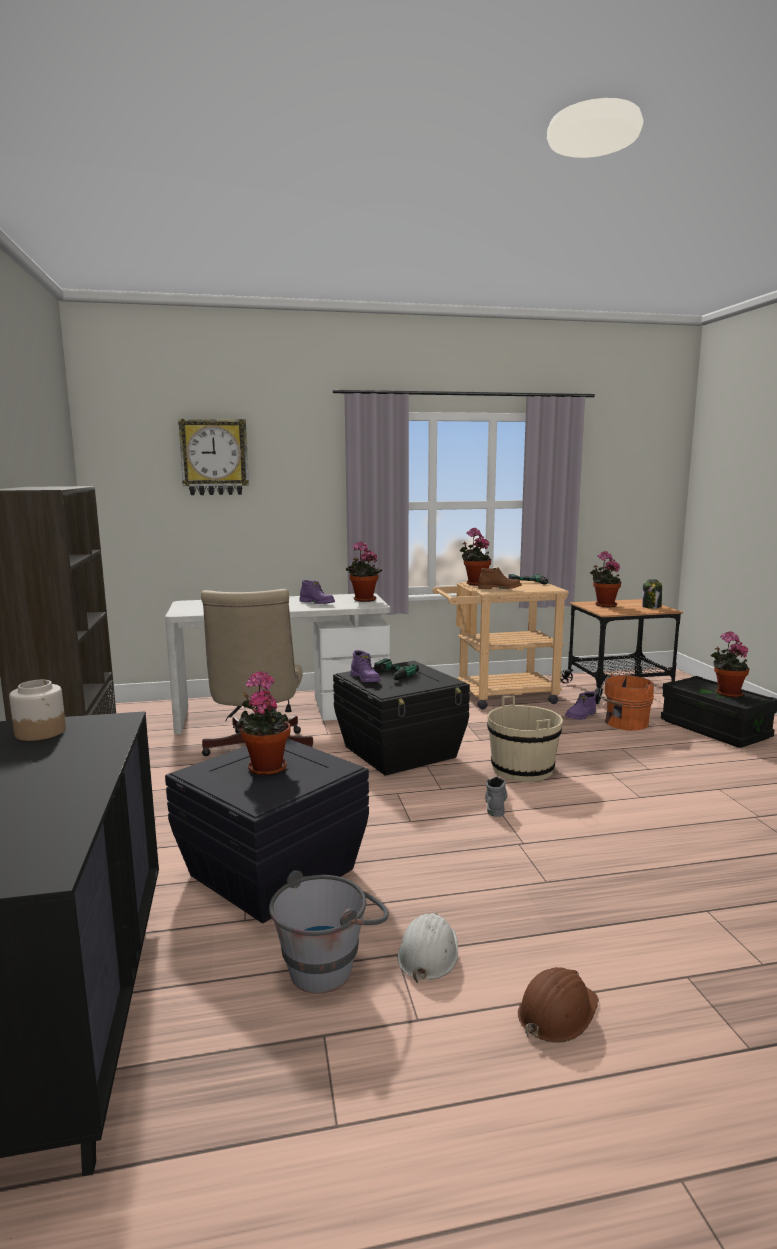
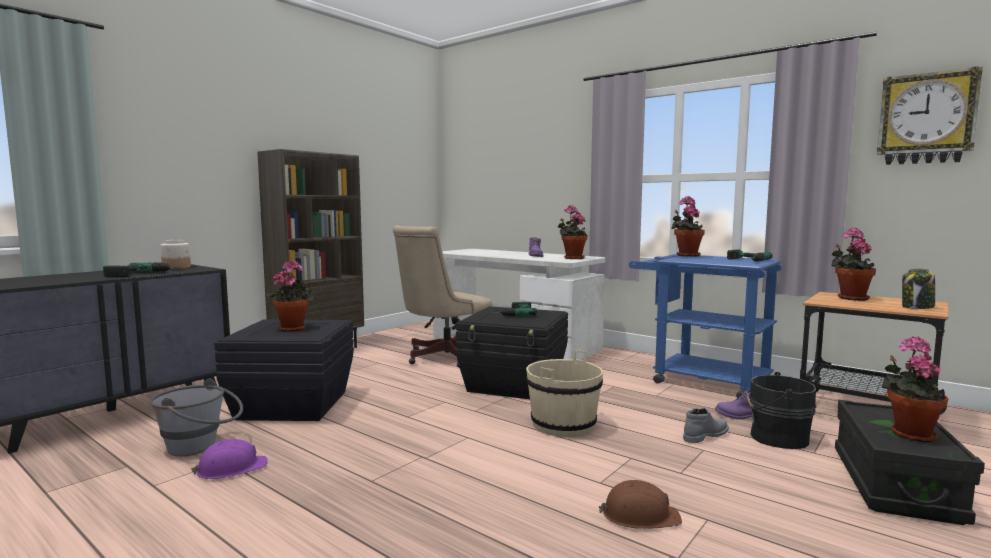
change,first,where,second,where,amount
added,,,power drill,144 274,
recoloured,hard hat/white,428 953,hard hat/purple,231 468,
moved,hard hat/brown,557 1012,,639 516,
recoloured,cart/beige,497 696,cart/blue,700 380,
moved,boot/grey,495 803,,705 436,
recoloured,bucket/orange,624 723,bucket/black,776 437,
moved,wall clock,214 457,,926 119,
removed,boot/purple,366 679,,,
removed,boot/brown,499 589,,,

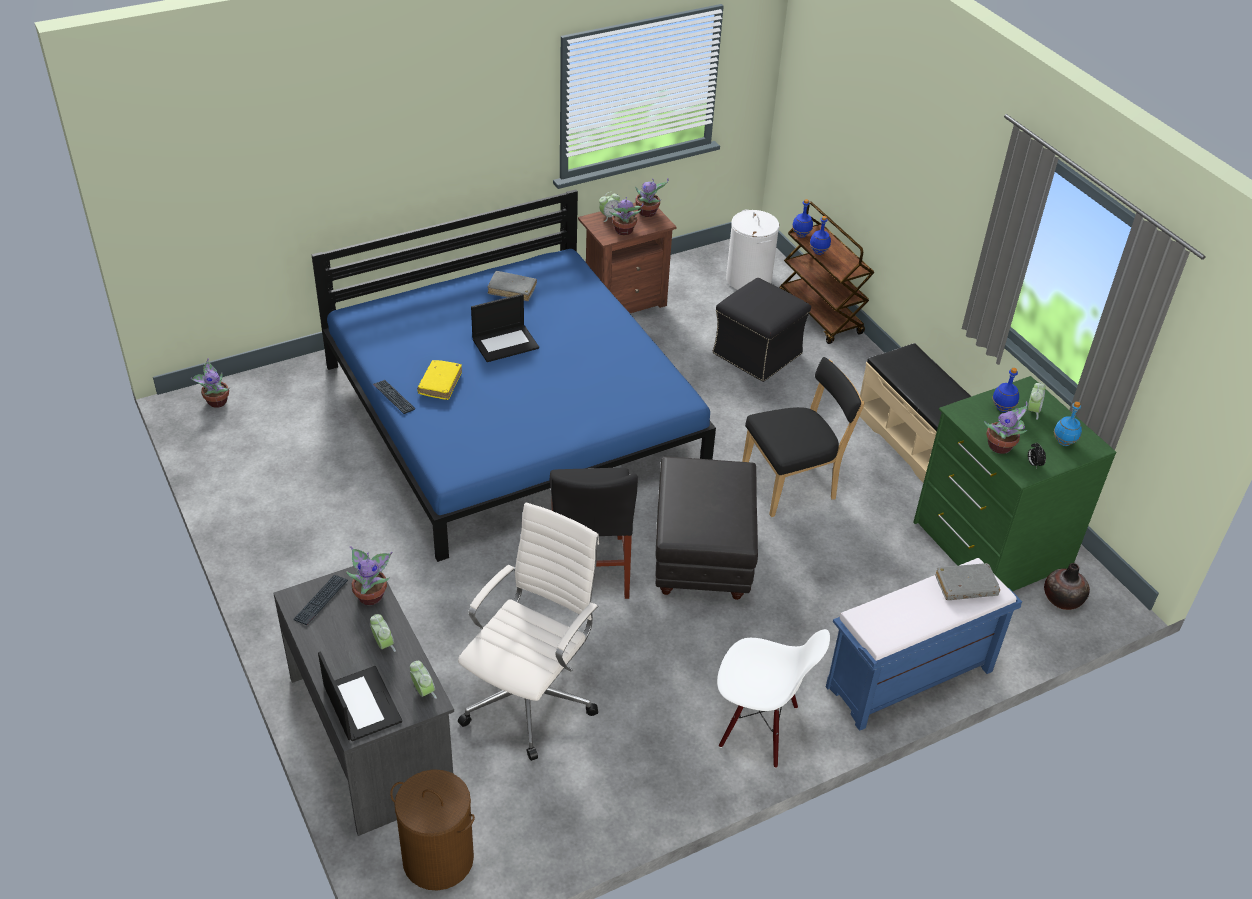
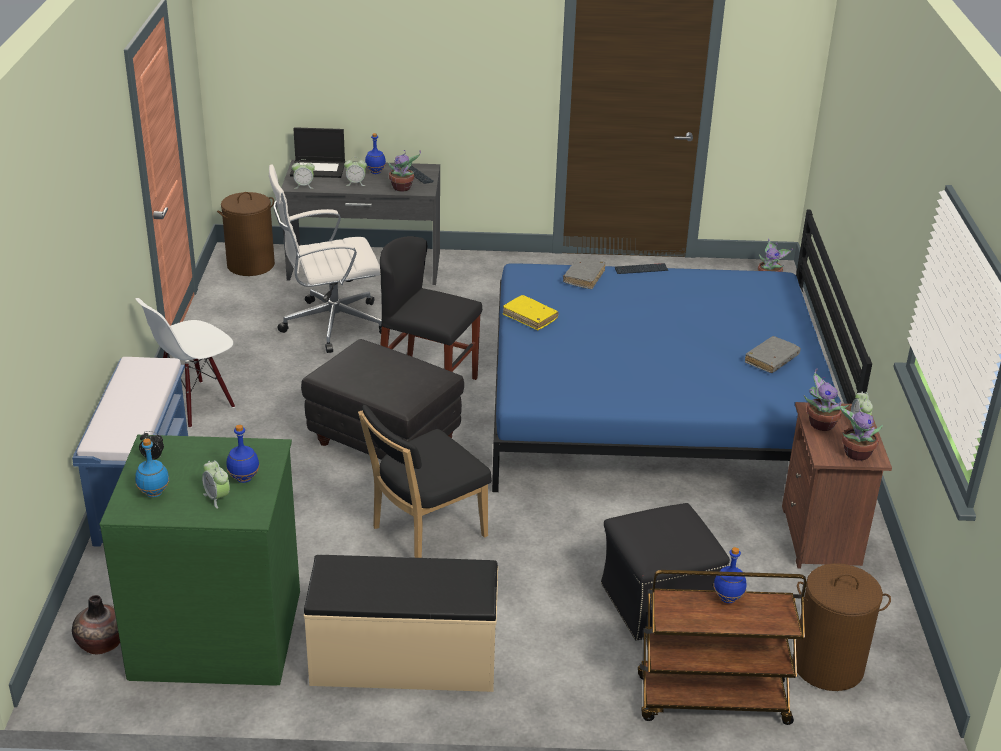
change,first,where,second,where,amount
turned,office chair/white,531 697,,330 324,105 degrees clockwise
turned,chair/black,793 485,,424 533,45 degrees clockwise
moved,bottle/blue,801 235,,375 172,
moved,book/yellow,440 384,,530 317,
moved,book/grey,965 586,,584 277,
recoloured,laundry basket/white,748 279,laundry basket/brown,827 666,
removed,laptop,505 343,,,
removed,potted plant,1001 447,,,

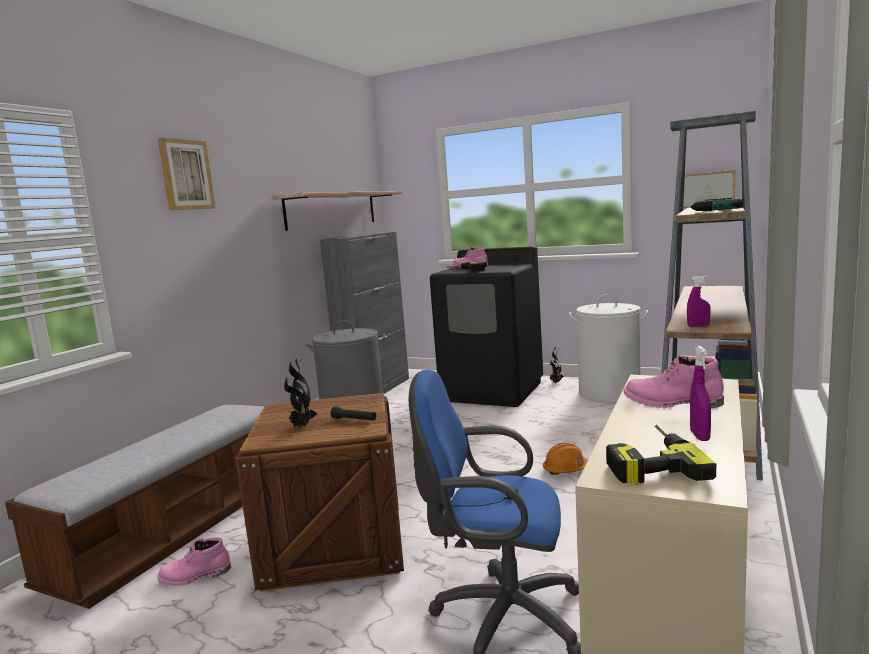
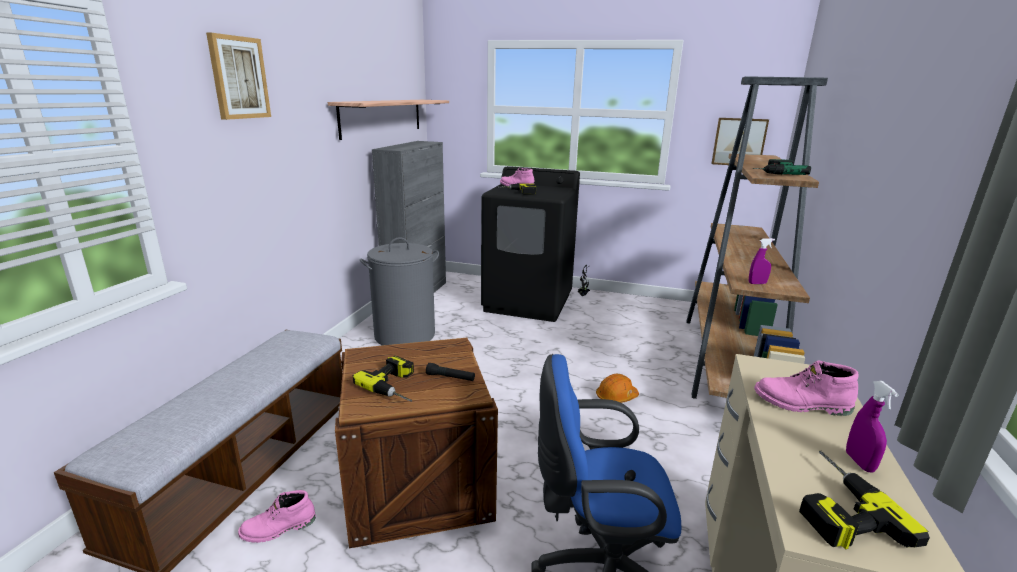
change,first,where,second,where,amount
replaced,potted plant,302 426,power drill,397 386,
removed,laundry basket/white,609 393,,,

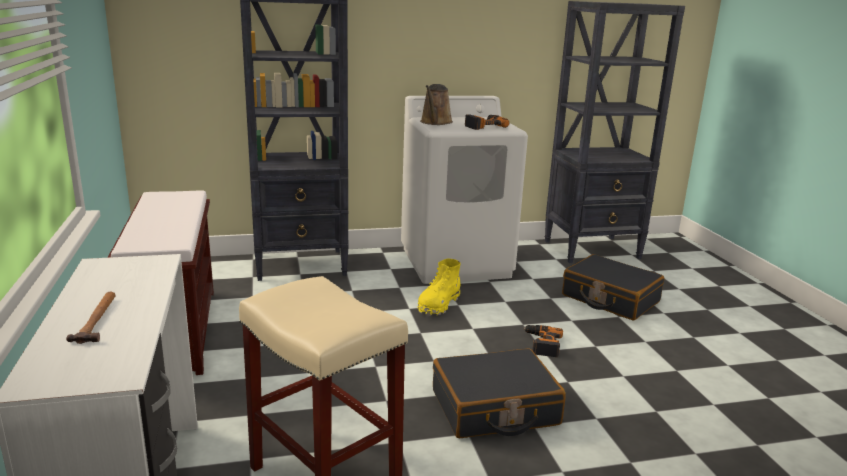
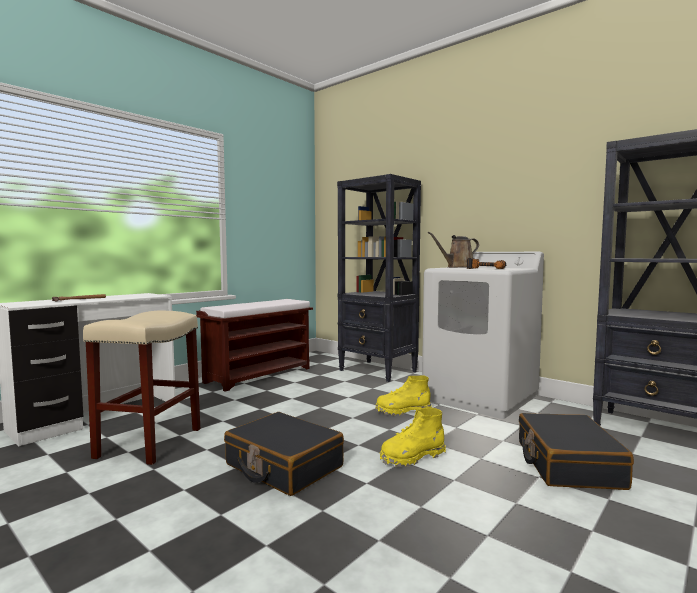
change,first,where,second,where,amount
replaced,power drill,541 344,boot/yellow,412 457,

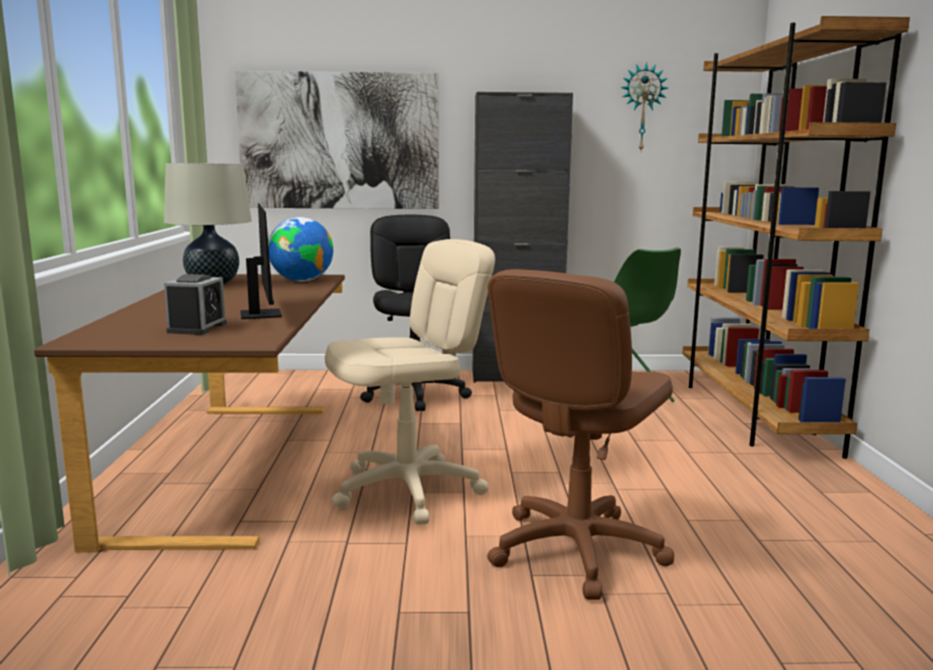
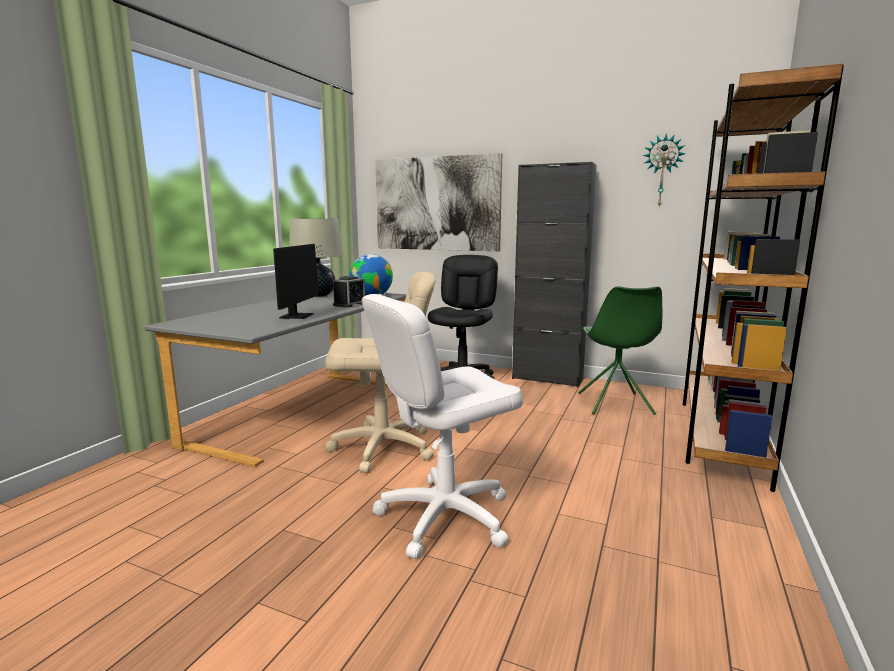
change,first,where,second,where,amount
recoloured,desk/brown,237 465,desk/grey,306 412,
moved,alarm clock,197 328,,350 304,
recoloured,office chair/brown,575 550,office chair/white,444 516,

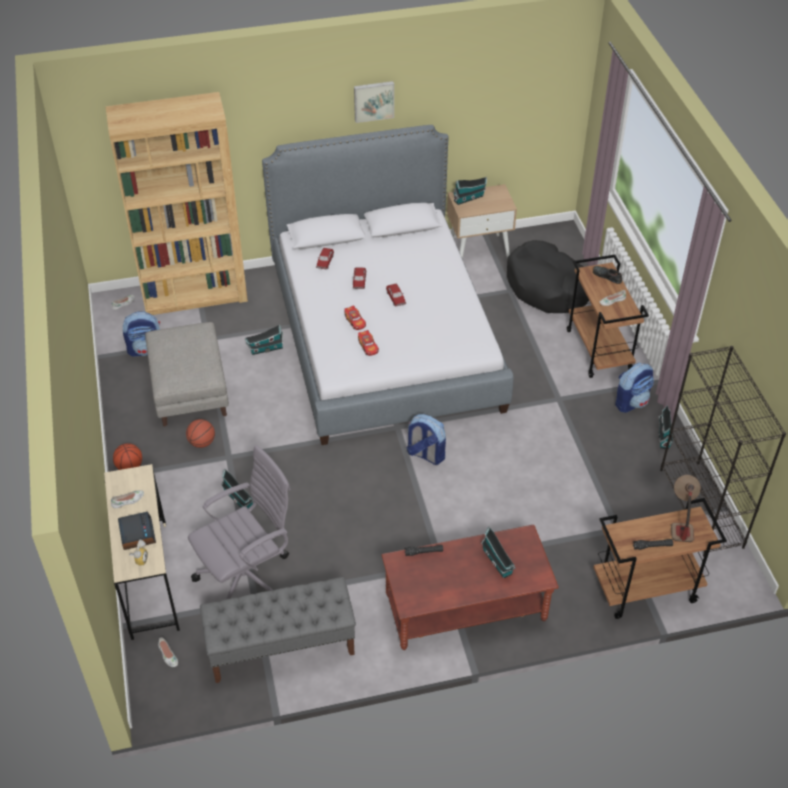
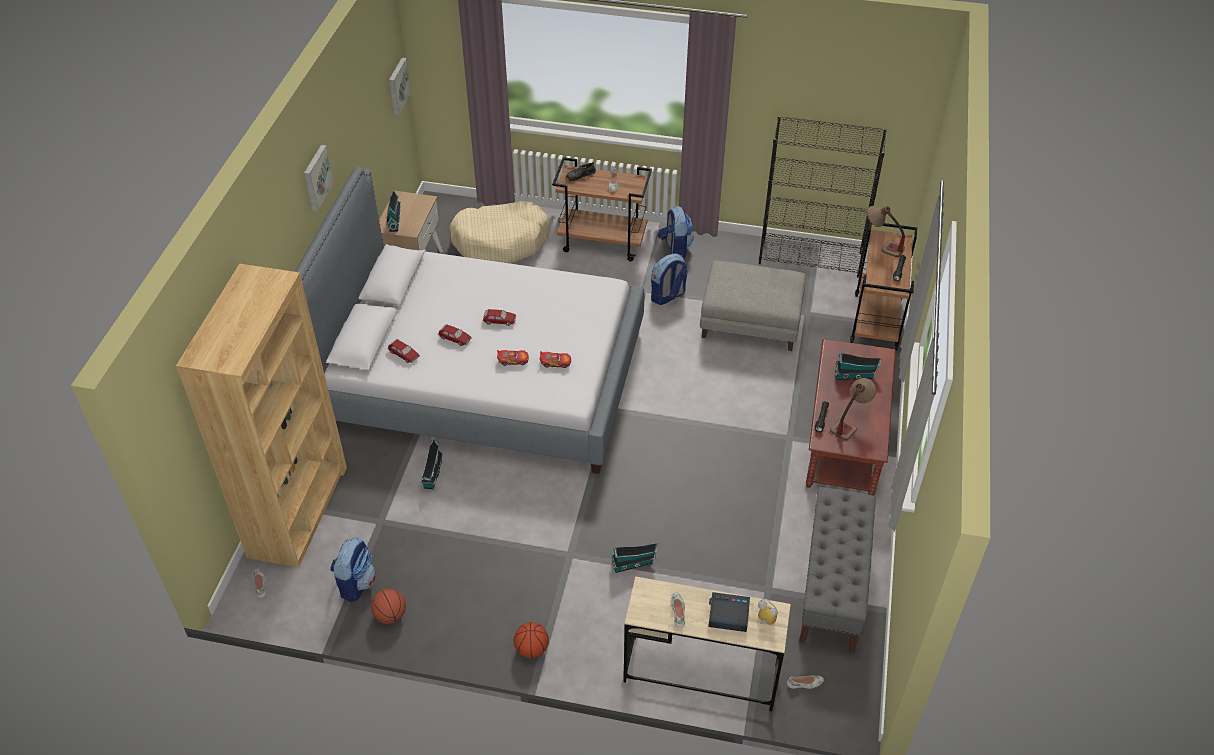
change,first,where,second,where,amount
moved,basketball,202 443,,390 615,
added,,,picture,397 85,
recoloured,dog bed/black,548 287,dog bed/beige,501 241,
moved,backpack,425 454,,667 296,
moved,ottoman/grey,190 390,,751 323,
added,,,table lamp,850 422,
removed,office chair/grey,248 578,,,
removed,toy house,664 435,,,

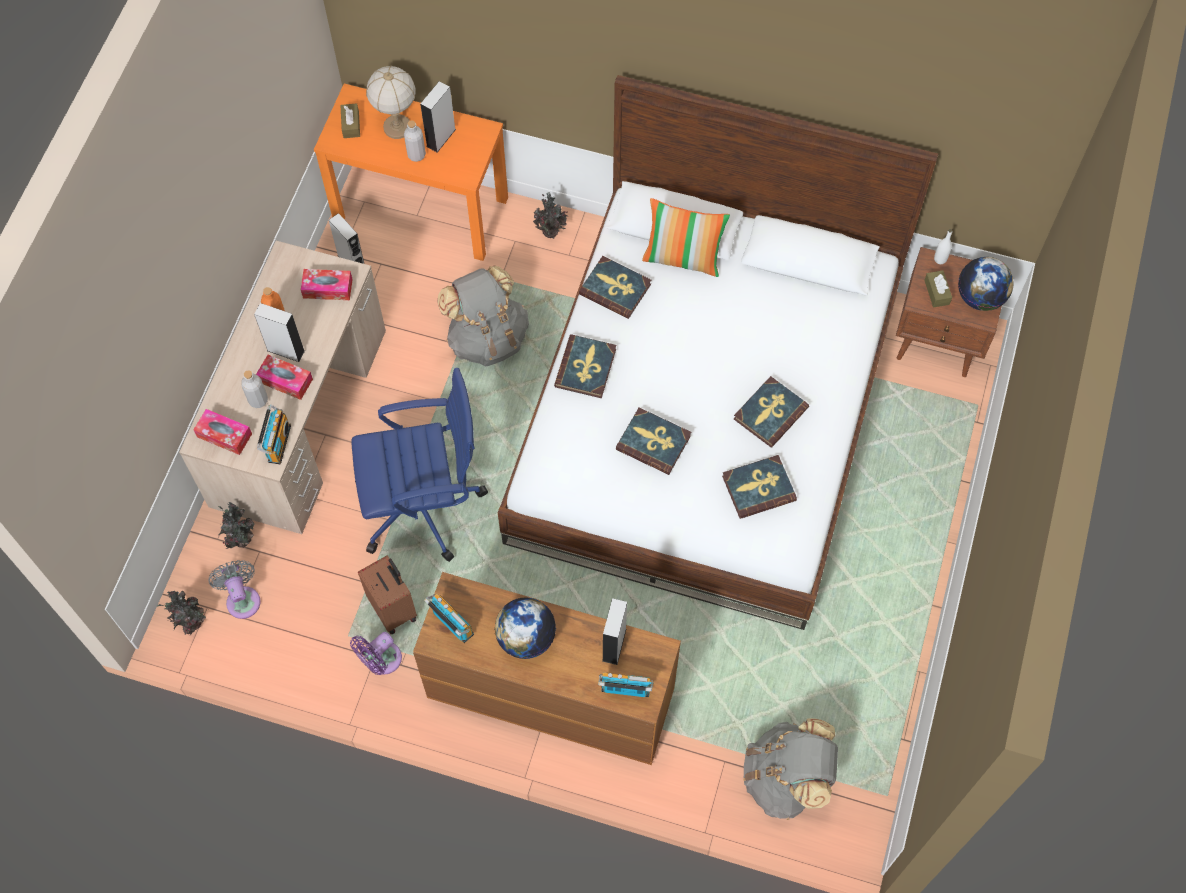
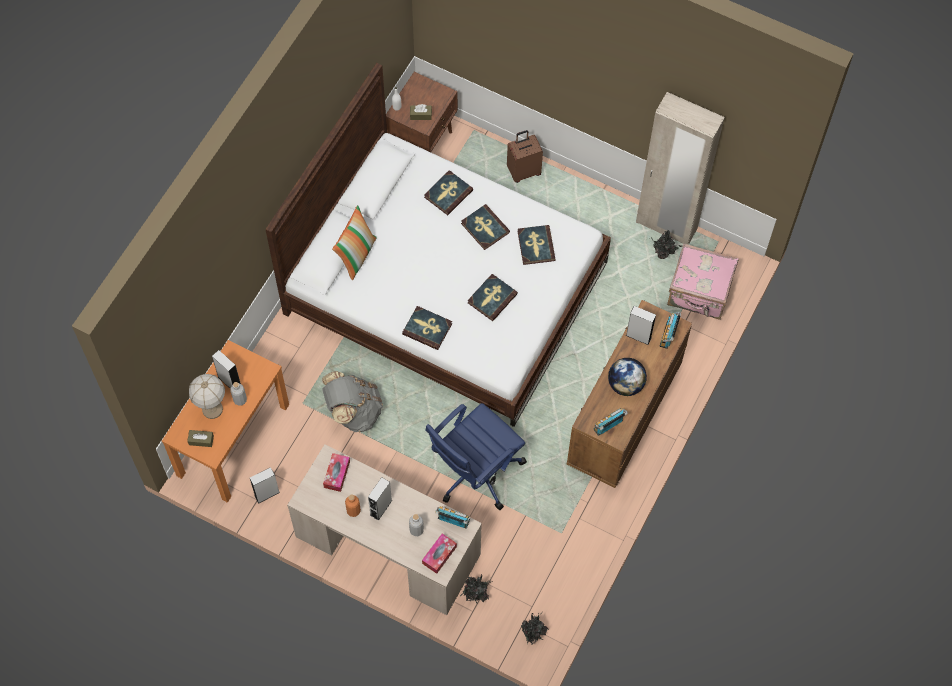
change,first,where,second,where,amount
moved,book,615 289,,448 194,
turned,office chair/blue,424 505,,474 471,135 degrees counterclockwise
moved,suitcase/brown,394 608,,523 171,
added,,,wardrobe/beige,666 226,
moved,potted plant,551 233,,663 254,
replaced,backpack/grey,786 778,suitcase/pink,699 293,
removed,fan/grey,242 598,,,
removed,tissue box,285 380,,,
removed,fan/purple,381 660,,,
removed,globe,980 297,,,

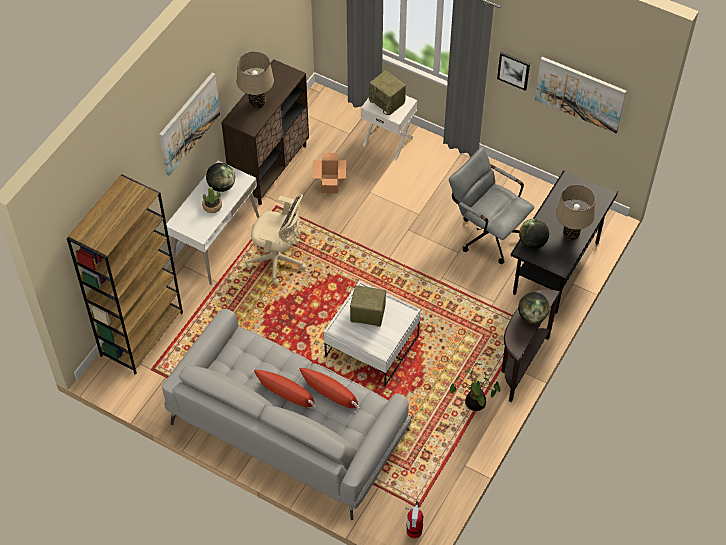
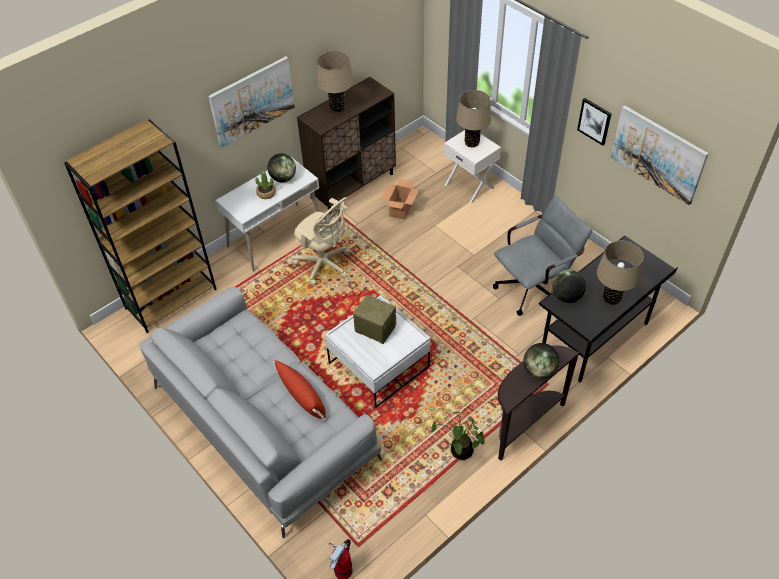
change,first,where,second,where,amount
replaced,radio,387 102,table lamp/beige,472 143,
turned,office chair/grey,486 233,,534 287,90 degrees clockwise
removed,pillow/red,286 394,,,

